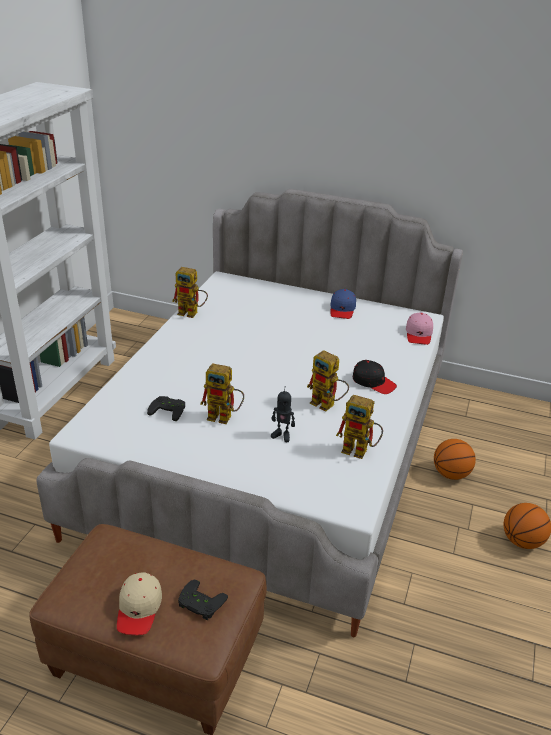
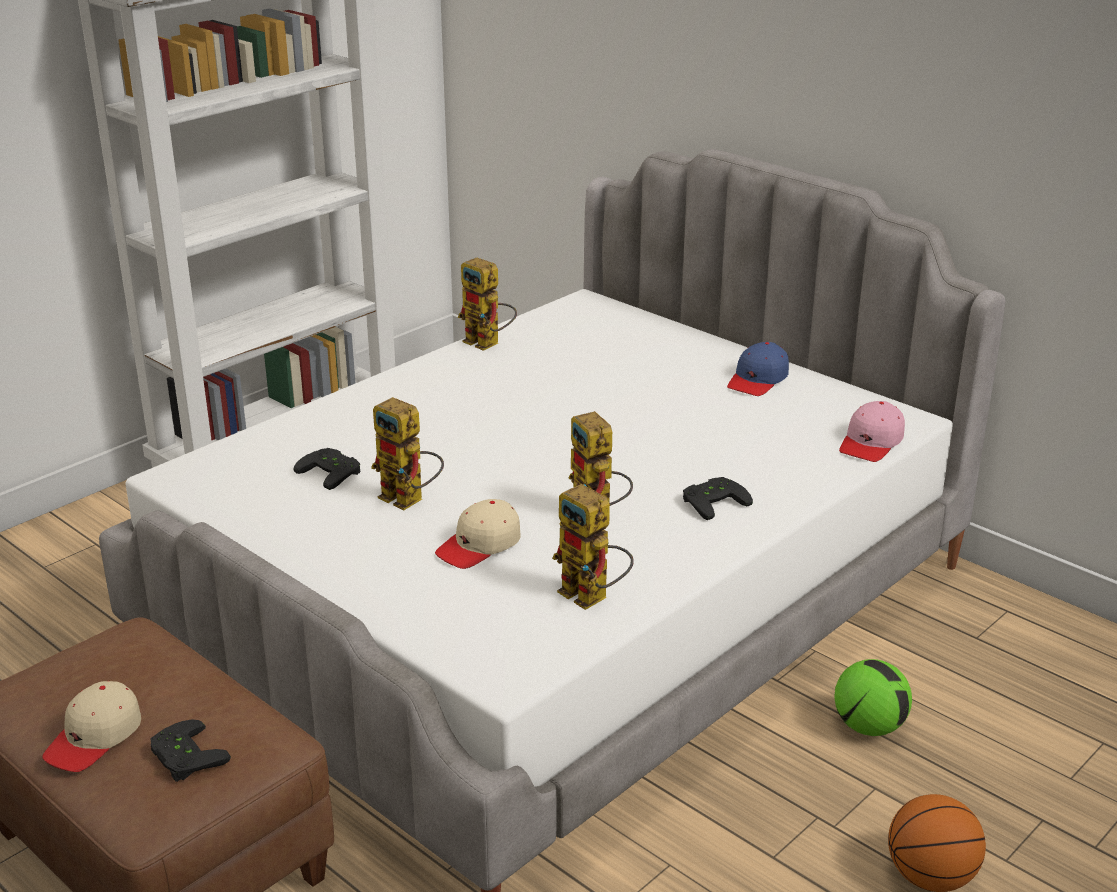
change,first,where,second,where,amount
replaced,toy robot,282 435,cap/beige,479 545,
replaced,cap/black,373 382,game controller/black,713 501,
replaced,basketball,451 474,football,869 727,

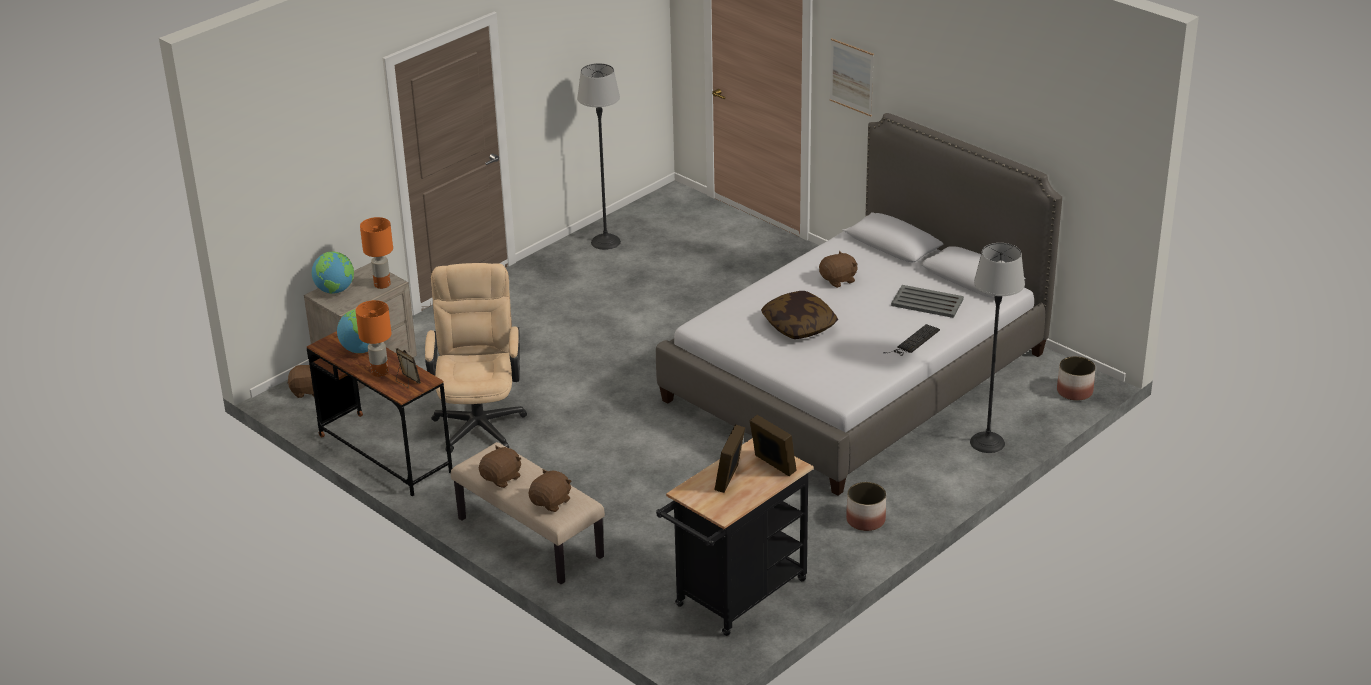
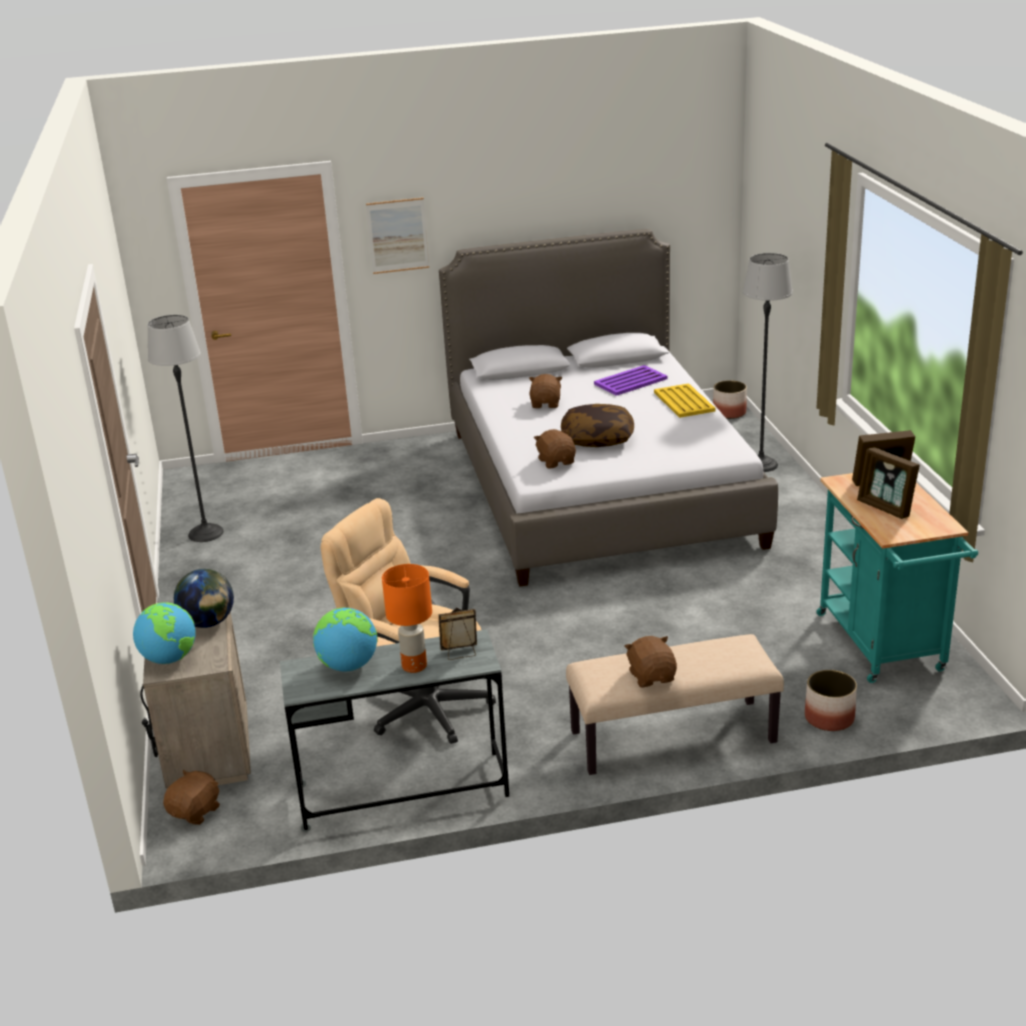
change,first,where,second,where,amount
replaced,table lamp/orange,382 285,globe,208 623,
recoloured,desk/brown,385 454,desk/grey,402 791,
moved,plush toy/brown,551 502,,556 461,
recoloured,tray/grey,928 302,tray/purple,631 381,
replaced,keyboard,914 341,tray/yellow,684 402,
moved,planter,866 520,,829 718,
recoloured,cart/black,735 598,cart/turquoise,884 647,

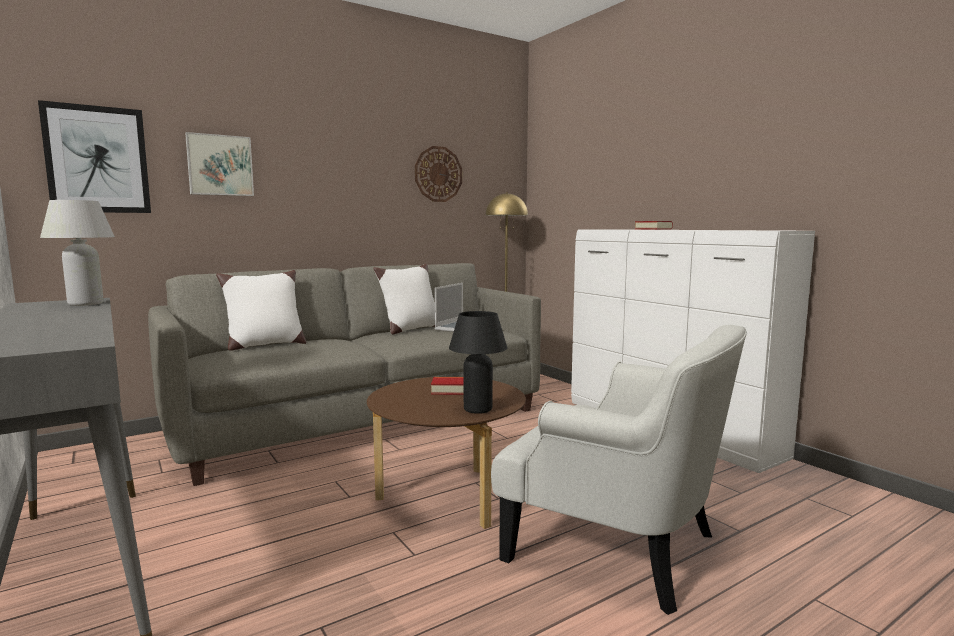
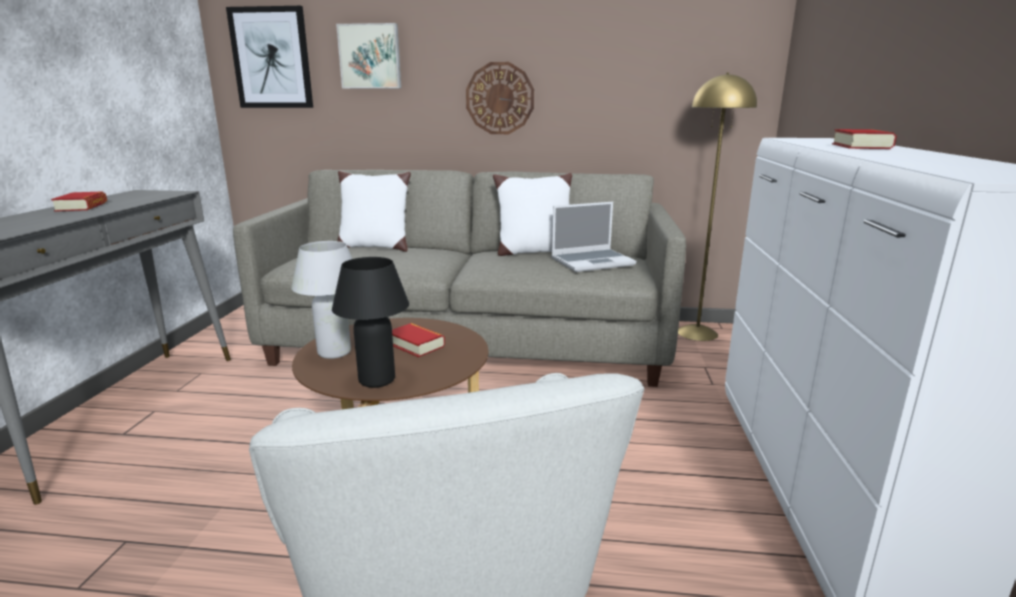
change,first,where,second,where,amount
added,,,book,82 207,
moved,table lamp/white,86 304,,334 352,
moved,wall clock,438 174,,500 98,

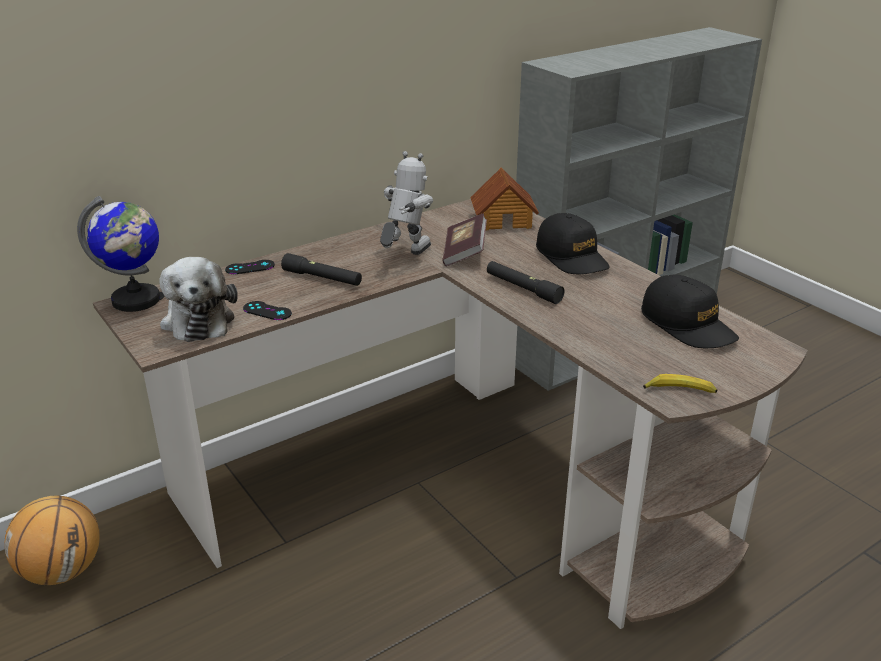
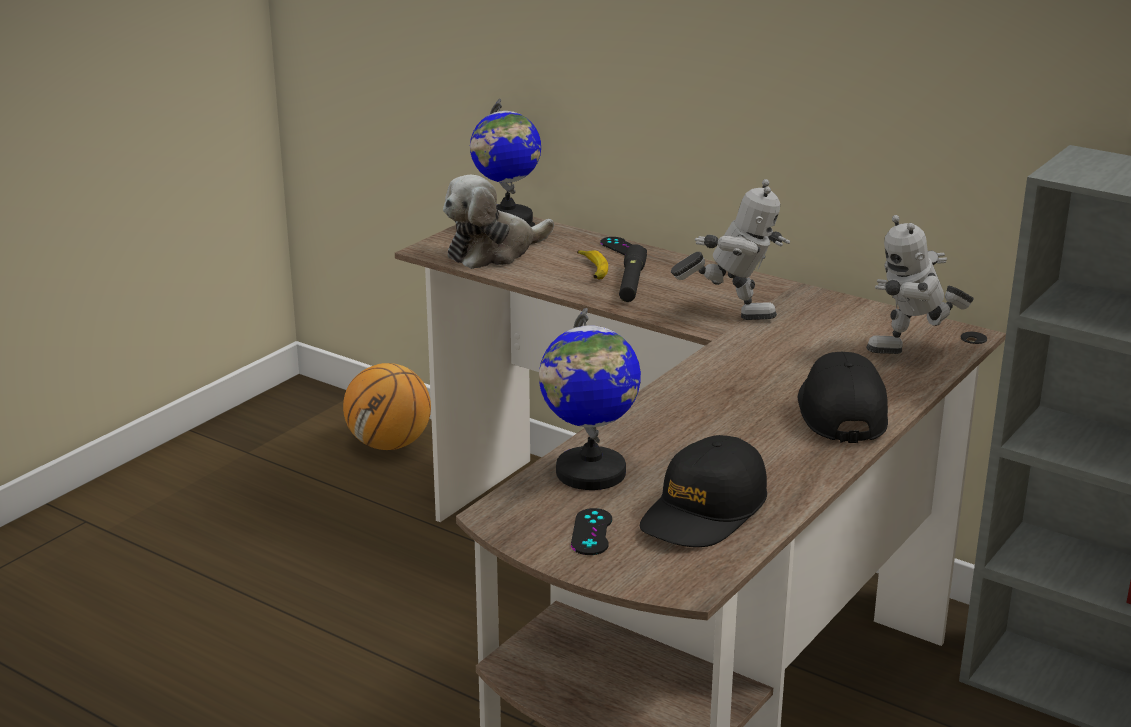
change,first,where,second,where,amount
added,,,globe,590 473,
moved,game controller/black,267 311,,591 532,
moved,banana,679 391,,592 269,
turned,cap/black,572 257,,840 412,135 degrees clockwise
replaced,toy house,503 219,toy robot,913 352,
removed,book,464 253,,,
removed,flashlight/black,523 288,,,

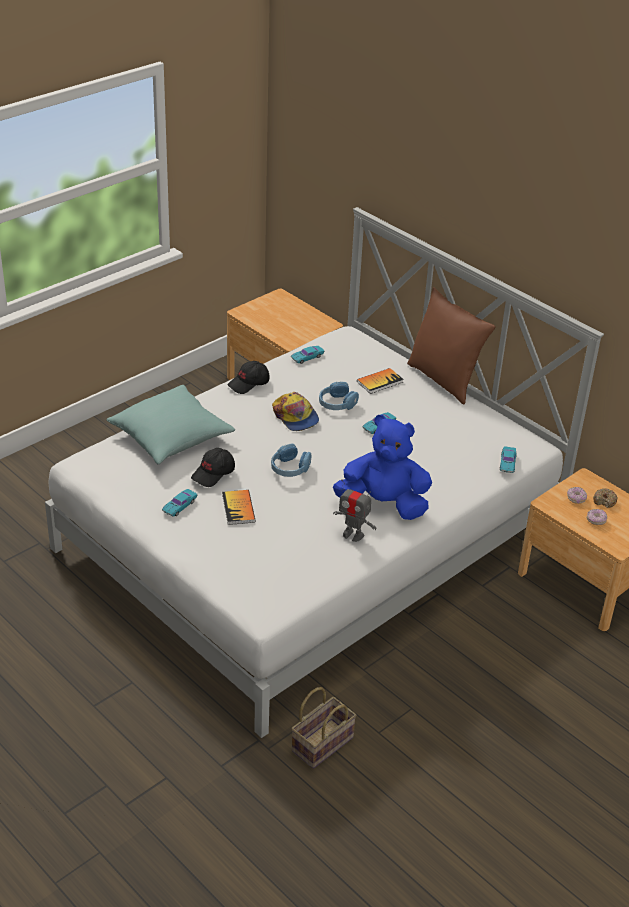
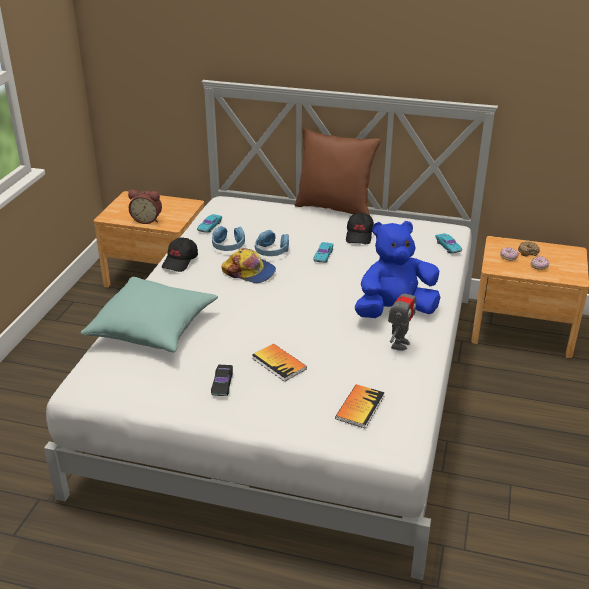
change,first,where,second,where,amount
added,,,alarm clock,147 220,
recoloured,toy car/turquoise,179 506,toy car/black,222 384,
moved,headphones/blue,290 468,,228 246,
moved,book,380 382,,360 407,
moved,cap/black,213 474,,359 235,
turned,toy robot,353 534,,399 344,60 degrees counterclockwise
removed,basket,322 742,,,

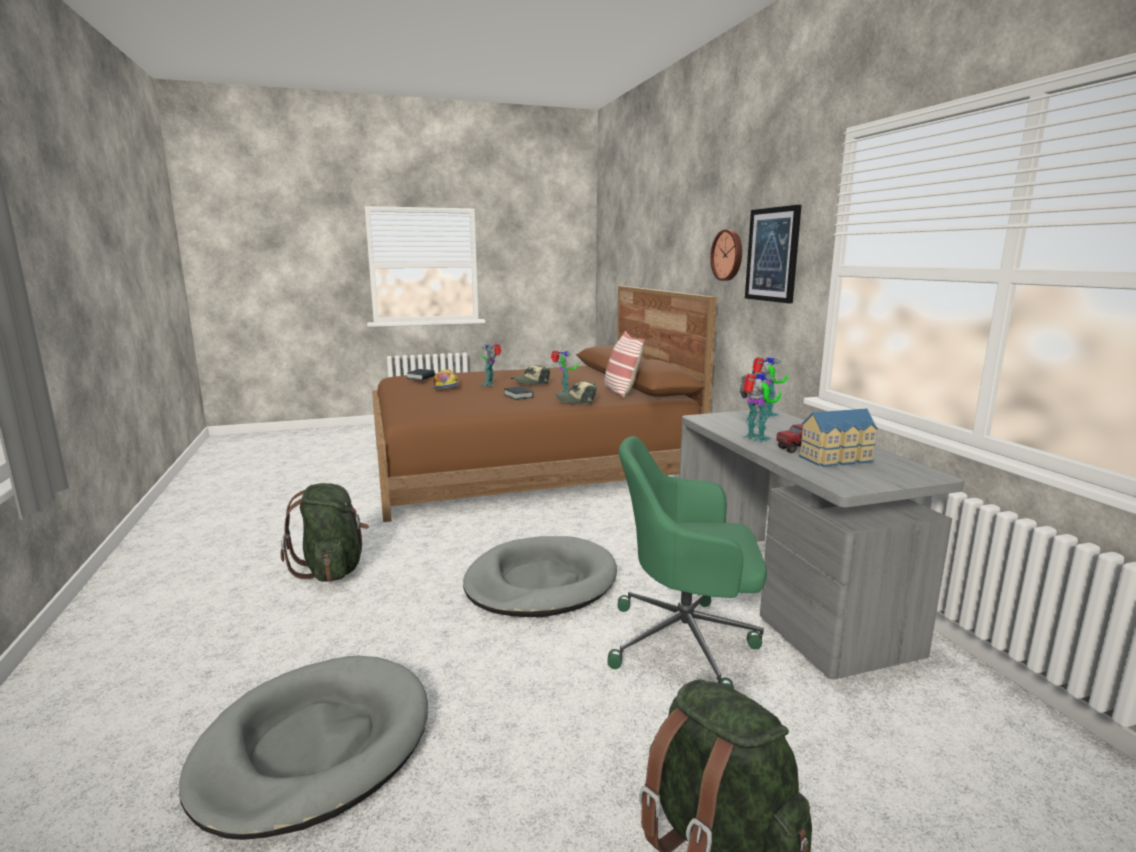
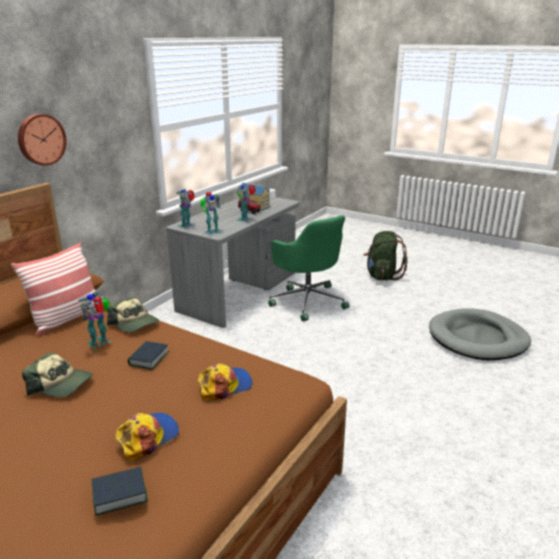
change,first,where,second,where,amount
added,,,cap,225 385,
moved,toy robot,490 384,,212 231,
removed,backpack/green,332 569,,,
removed,dog bed/grey,540 582,,,
removed,picture,772 254,,,

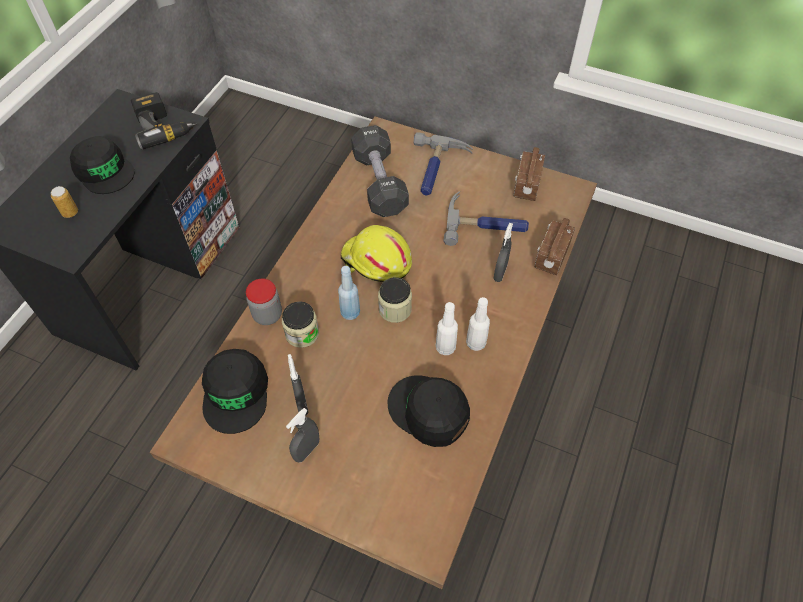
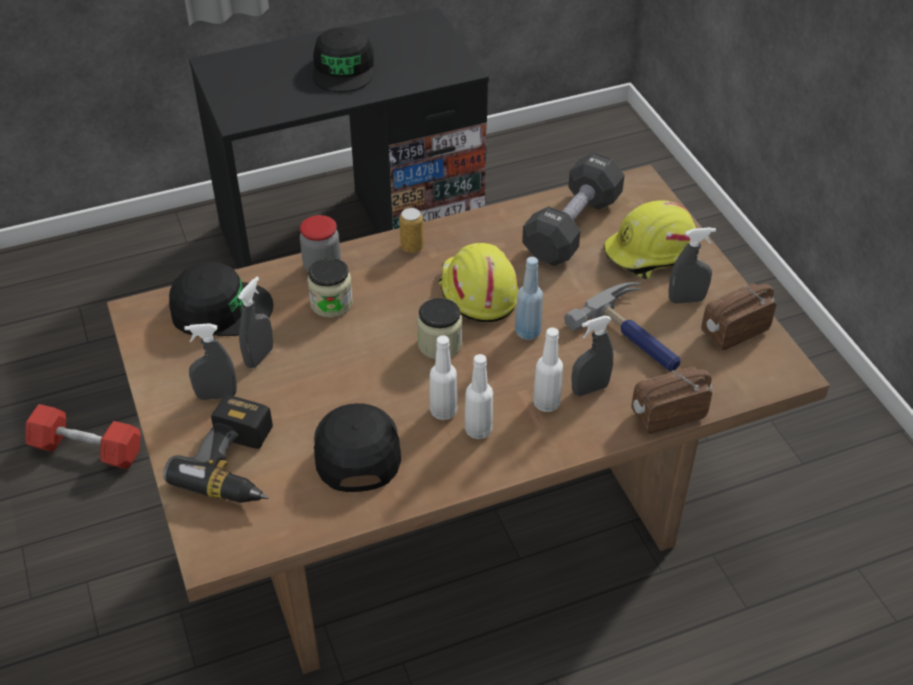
change,first,where,second,where,amount
added,,,dumbbell/red,87 449,
moved,power drill,164 127,,238 465,
turned,cap/black,236 393,,220 309,135 degrees counterclockwise
moved,can,70 212,,412 247,
moved,bottle/blue,350 313,,527 332,
added,,,bottle/white,546 403,
replaced,hammer,437 170,hard hat/yellow,650 253,
added,,,spray bottle/grey,686 299,

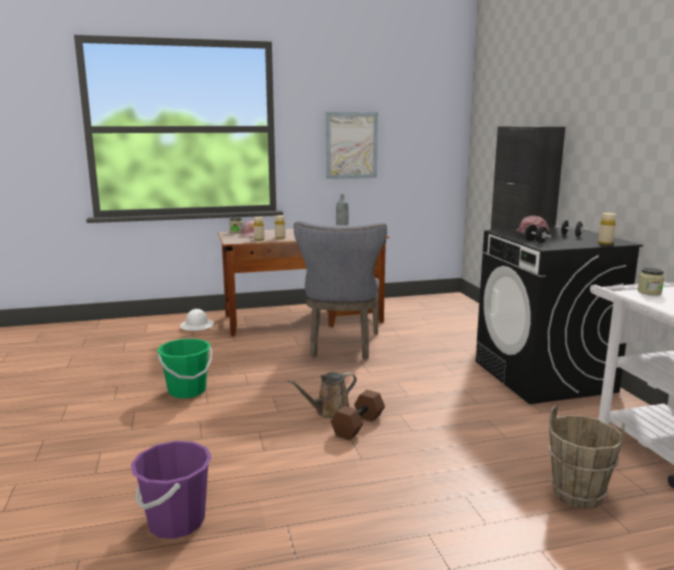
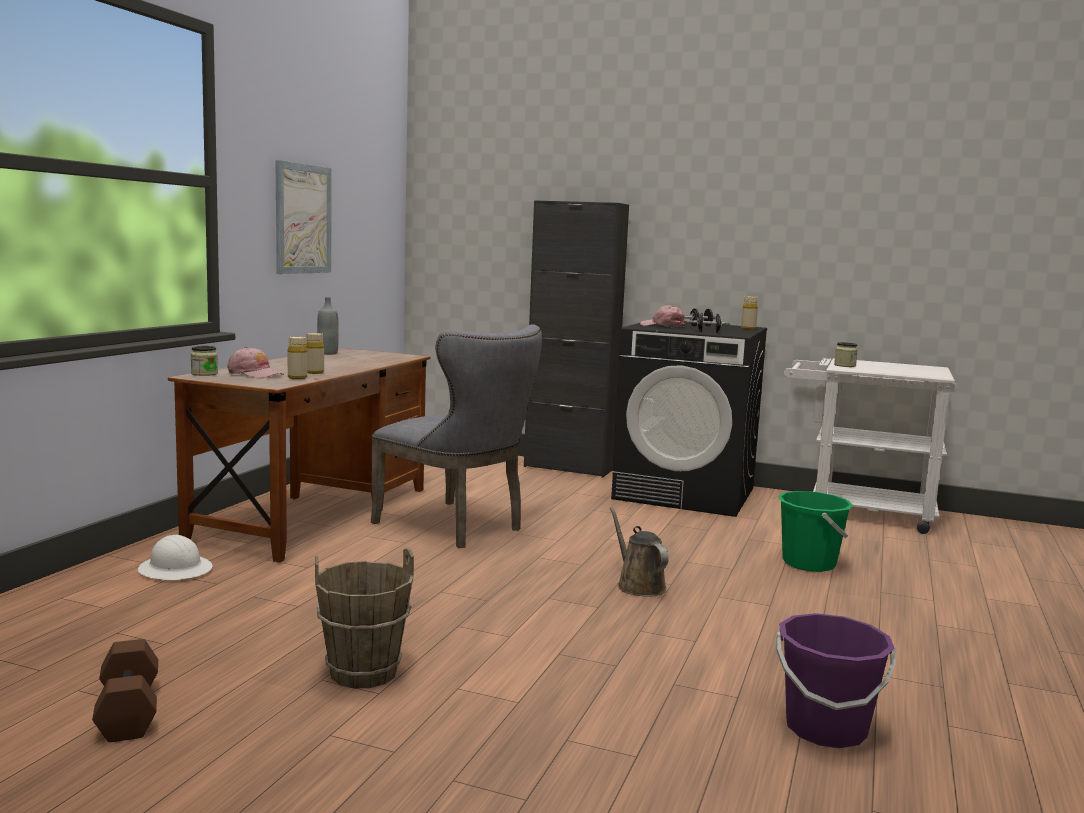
change,first,where,second,where,amount
moved,dumbbell/brown,358 426,,130 711,
moved,bucket/brown,577 495,,364 673,
turned,watering can/brown,329 411,,638 585,150 degrees clockwise
moved,bucket/green,187 391,,809 563,

